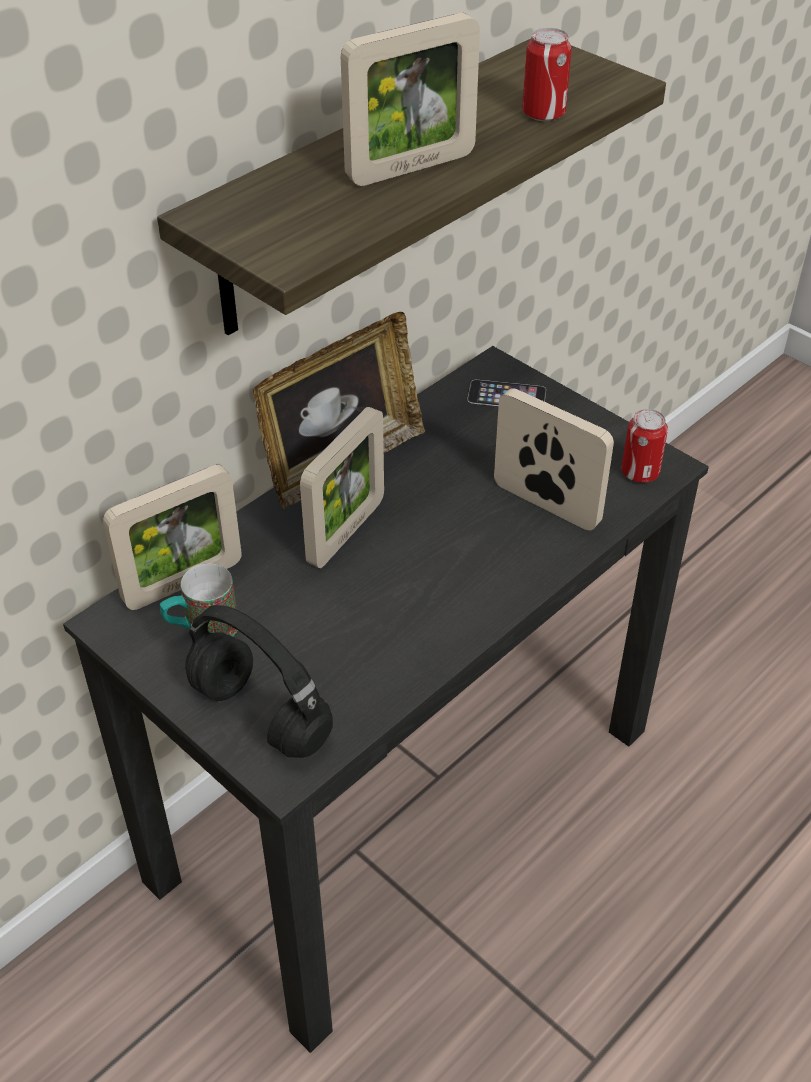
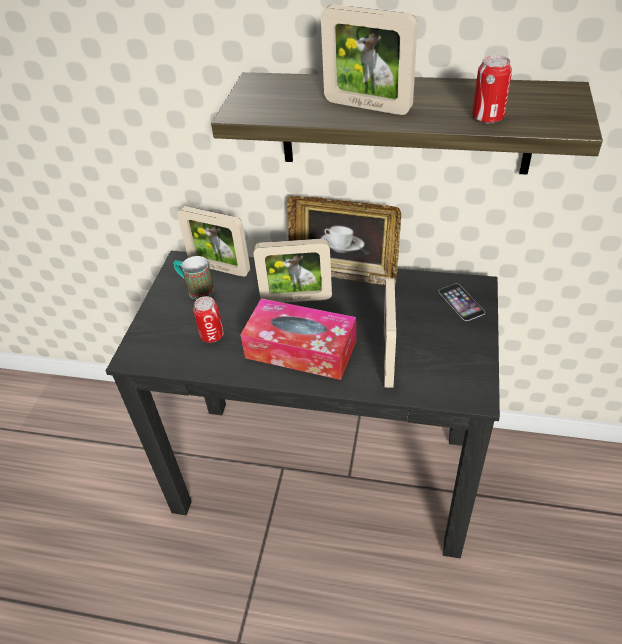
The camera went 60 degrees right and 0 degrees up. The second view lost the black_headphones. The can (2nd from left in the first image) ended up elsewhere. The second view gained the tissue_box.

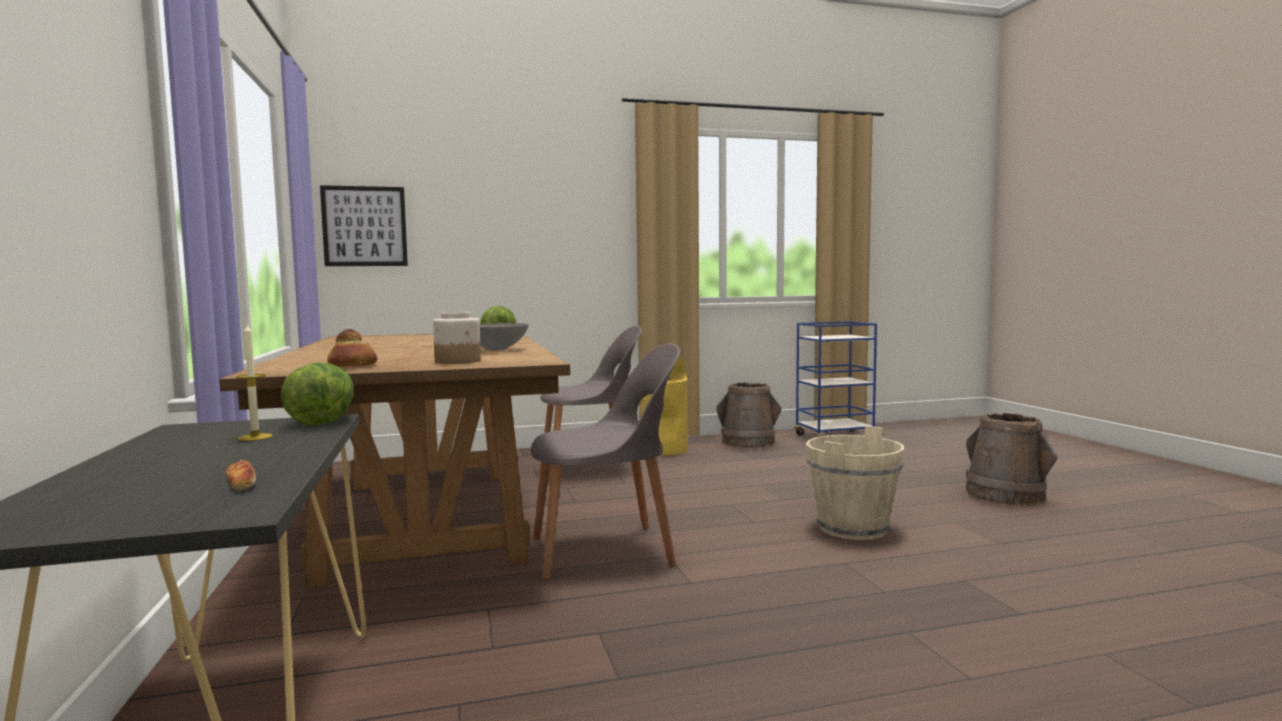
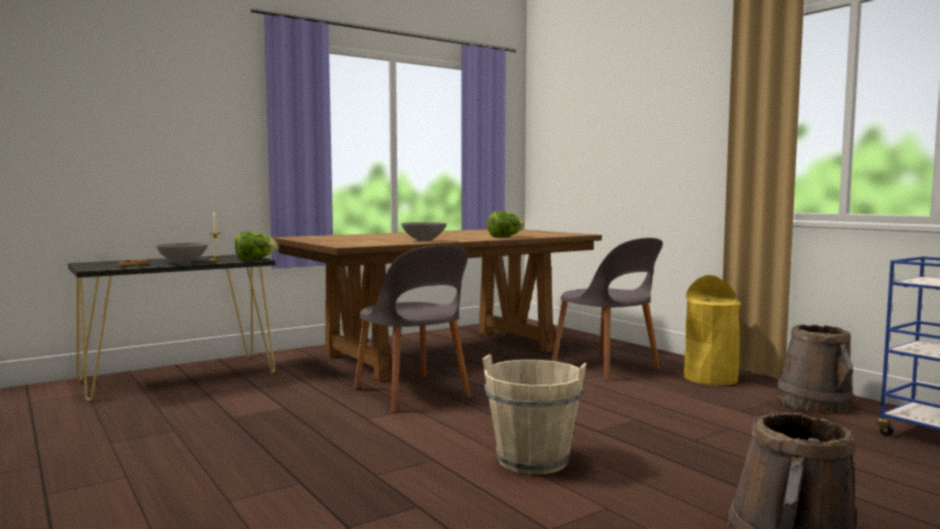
The camera went 70 degrees right and 0 degrees up. The second view lost the picture. The second view lost the bread (2nd from left). The second view lost the jar. The second view gained the grey_bowl (1st from left).

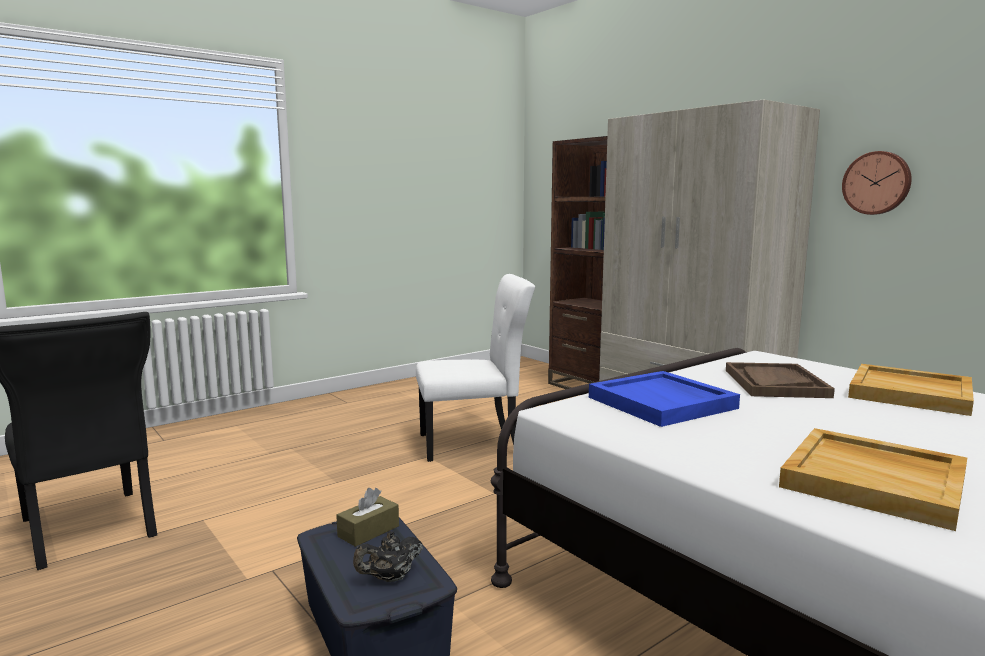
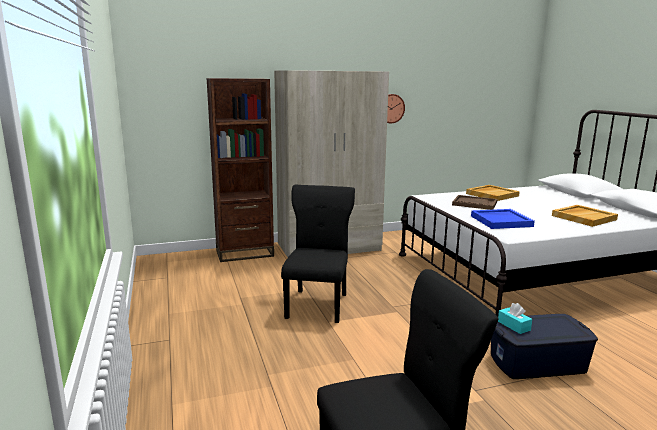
The camera went 70 degrees left and 5 degrees up. What was the brown_tissue_box turned into the turquoise_tissue_box. The second view lost the black_teapot. What was the white_chair turned into the black_chair (1st from left).

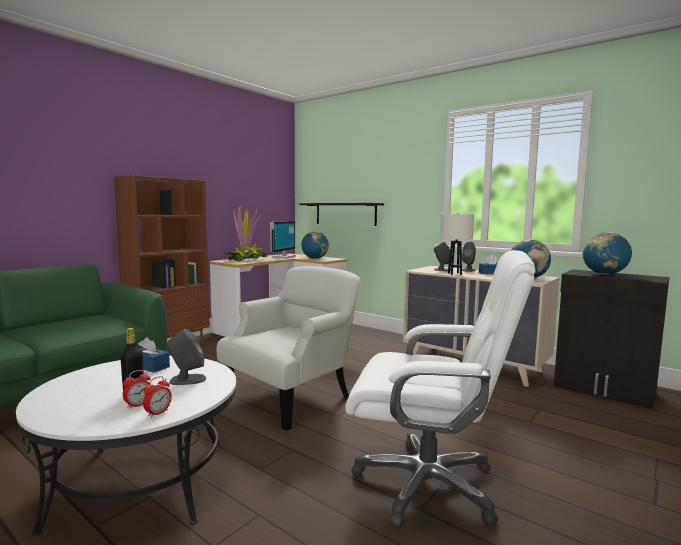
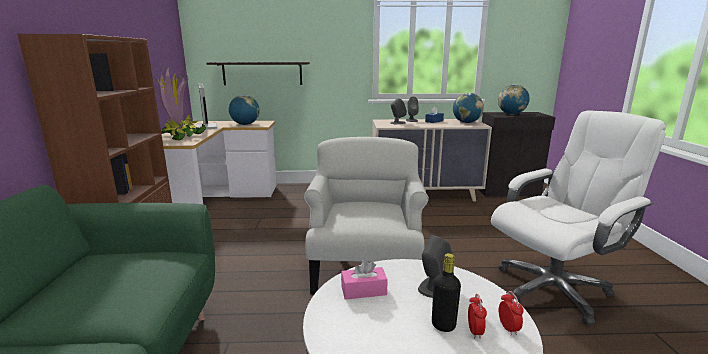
The camera went 40 degrees left and 10 degrees up. What was the blue_tissue_box (1st from left) turned into the pink_tissue_box. The second view lost the white_table_lamp.

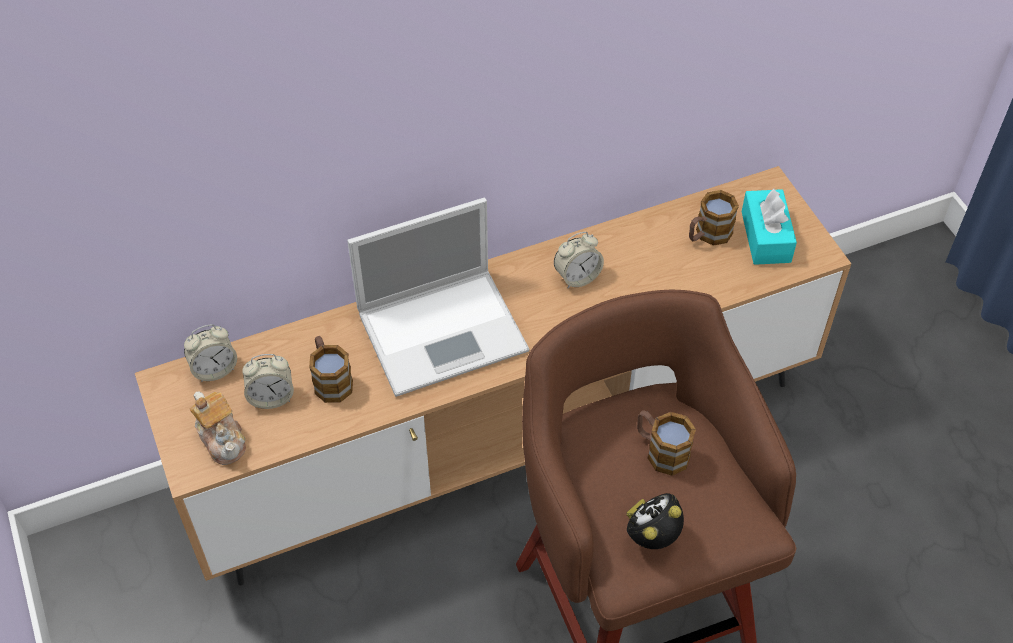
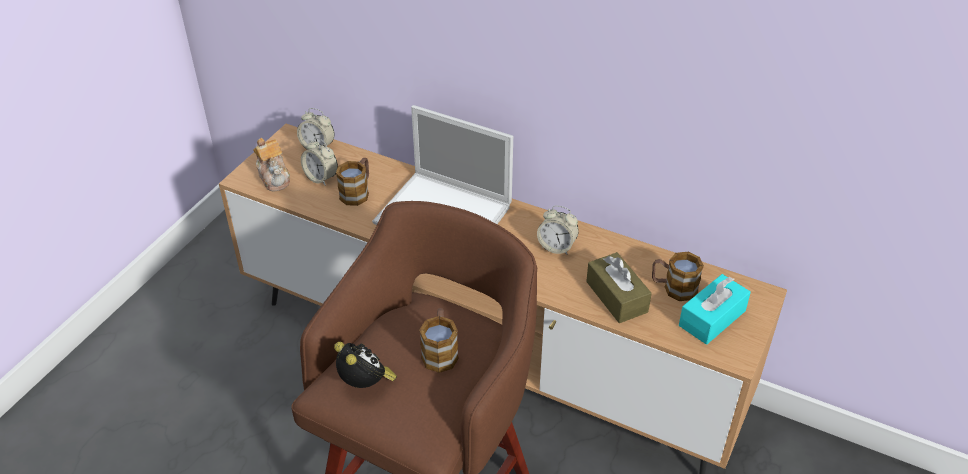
The camera went 50 degrees right and 10 degrees down. The teapot ended up facing another way, 45 degrees counterclockwise from before. The alarm_clock (4th from left in the first image) ended up facing another way, 45 degrees clockwise from before. The second view gained the brown_tissue_box.

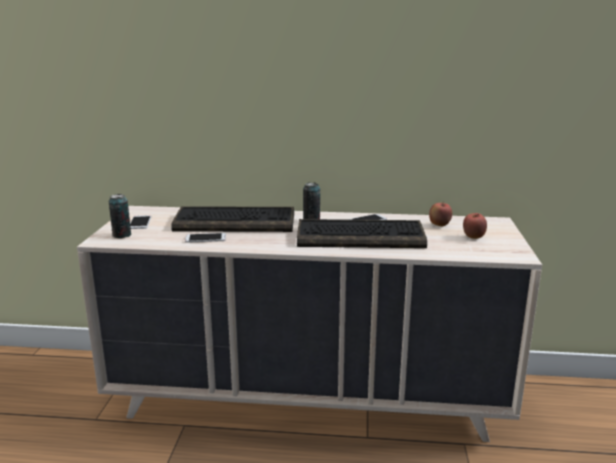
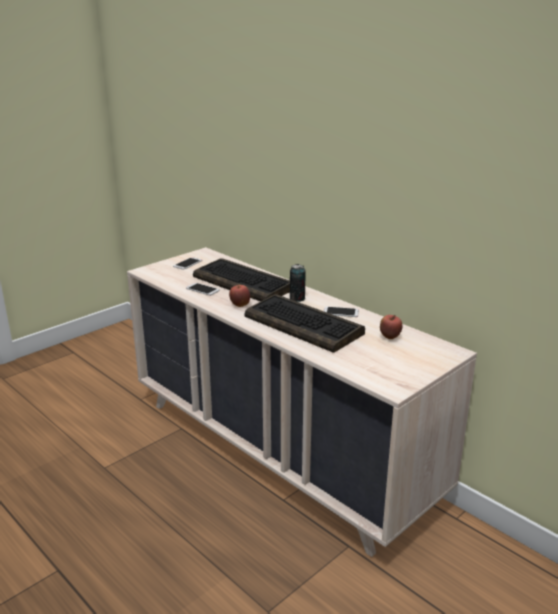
The camera went 40 degrees right and 5 degrees up. The second view lost the can (1st from left). The apple (2nd from left in the first image) ended up elsewhere.

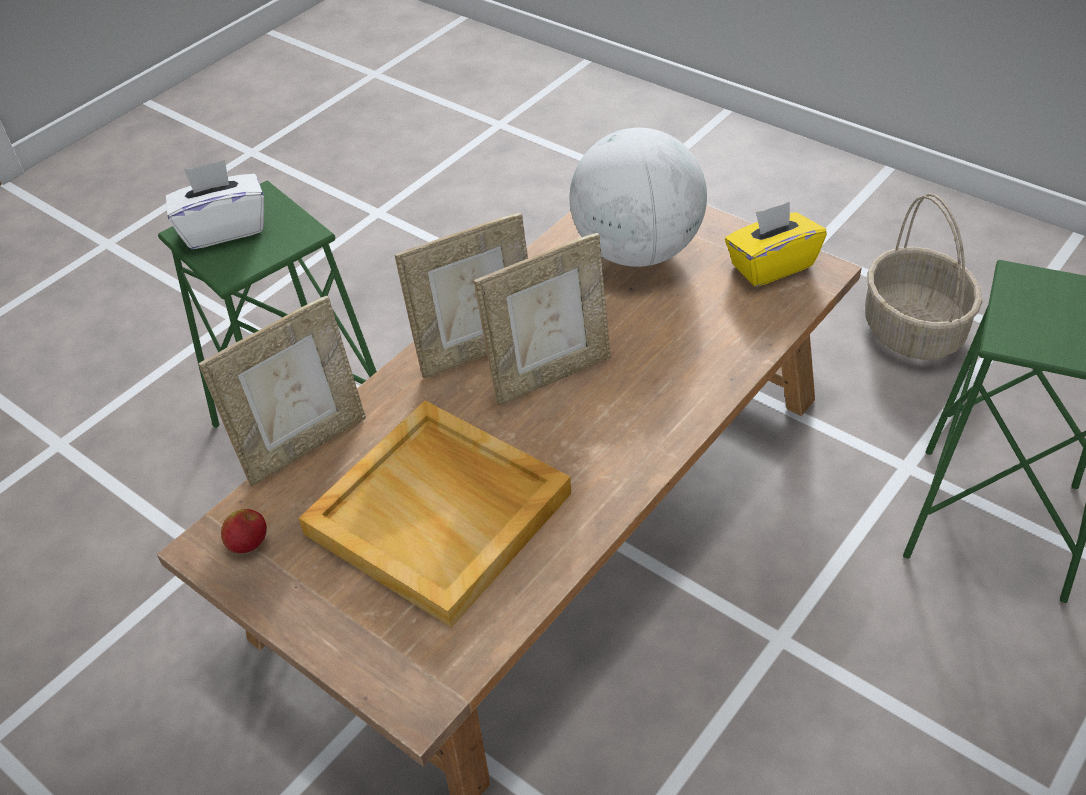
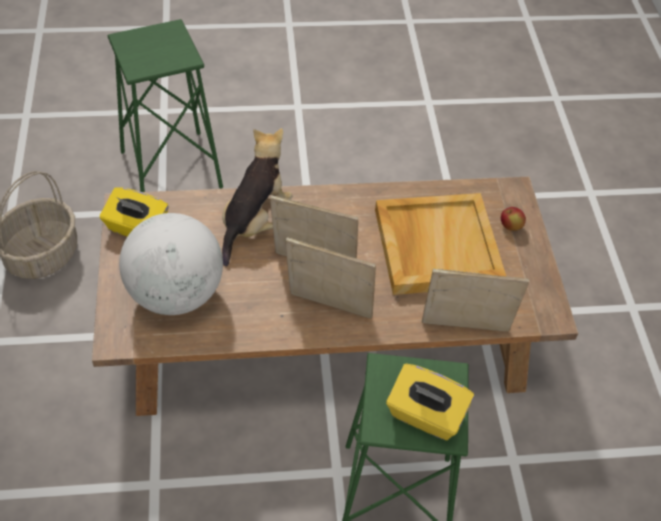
The camera went 140 degrees left and 5 degrees up. What was the white_tissue_box turned into the yellow_tissue_box (2nd from left). The apple ended up elsewhere. The second view gained the plush_toy.

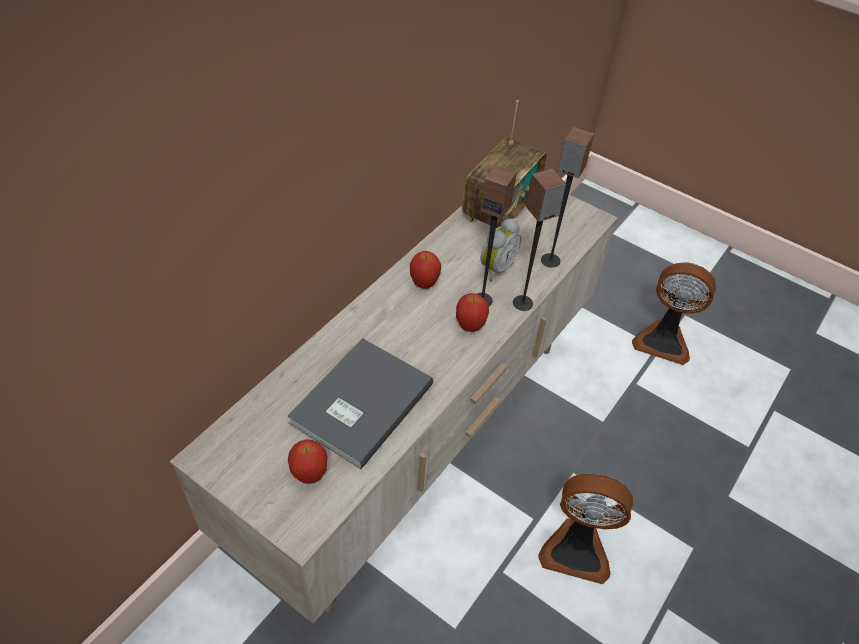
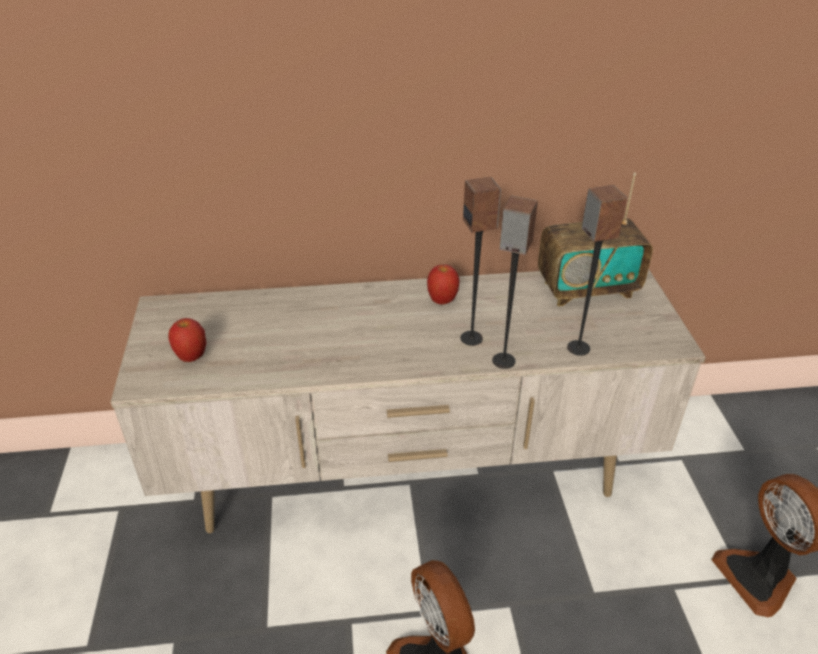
The camera went 50 degrees right and 10 degrees down. The second view lost the grey_book. The second view lost the apple (3rd from left). The second view lost the alarm_clock.

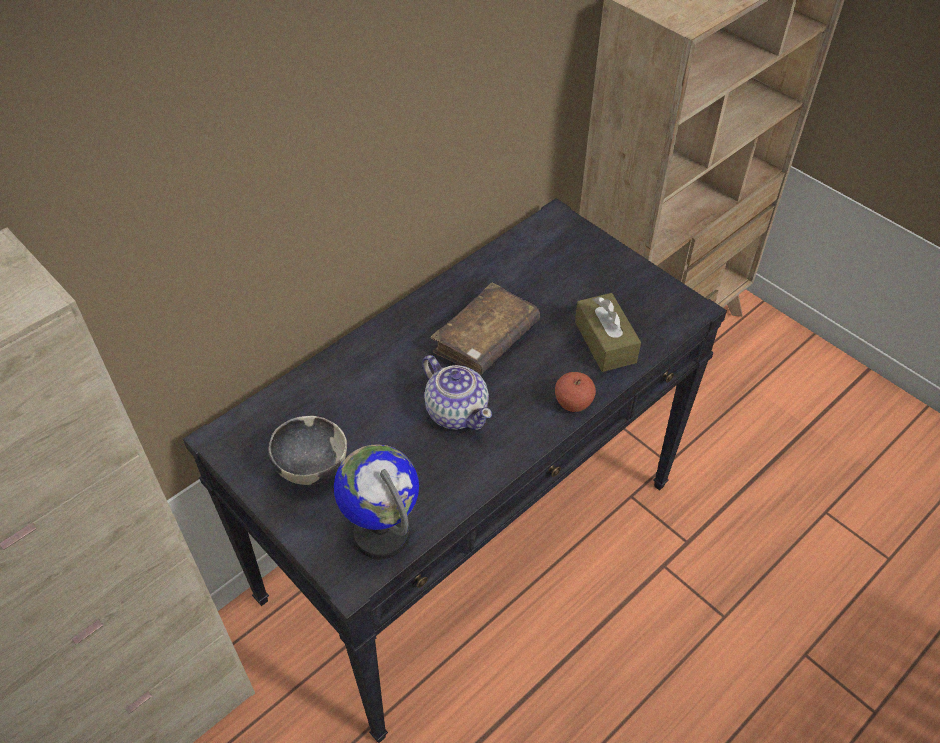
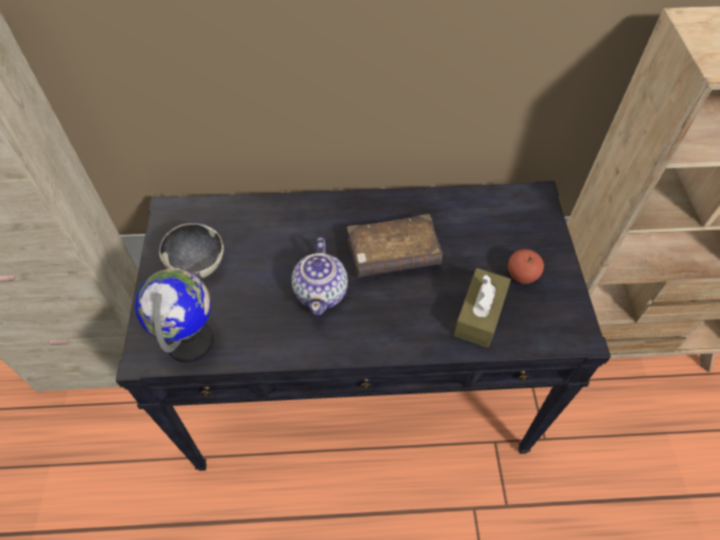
The camera went 40 degrees right and 5 degrees up. The apple ended up elsewhere.

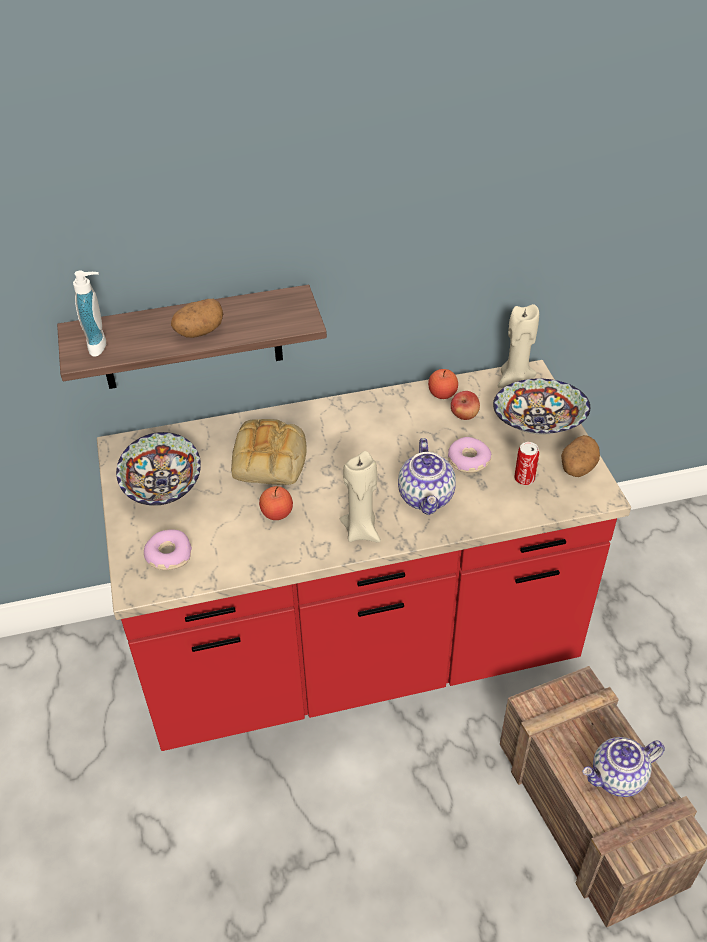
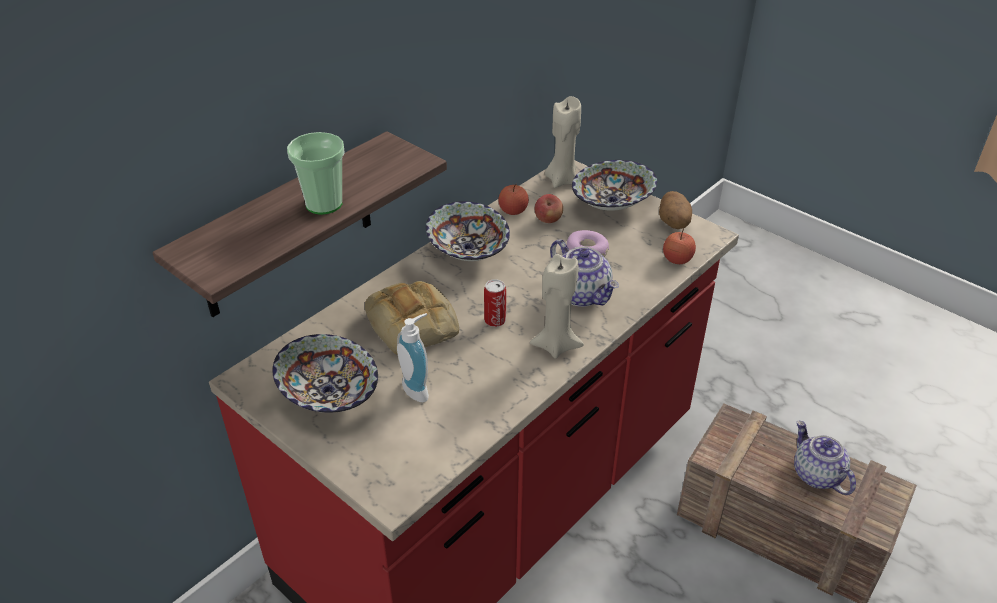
The camera went 35 degrees left and 5 degrees down. The soap_dispenser ended up elsewhere. The second view lost the donut (1st from left). Where the potato (1st from left) stood, the cup came to stand. The apple (1st from left in the first image) ended up elsewhere. The can ended up elsewhere. The teapot (2nd from left) ended up facing another way, 120 degrees clockwise from before. The second view gained the bowl (2nd from left).

